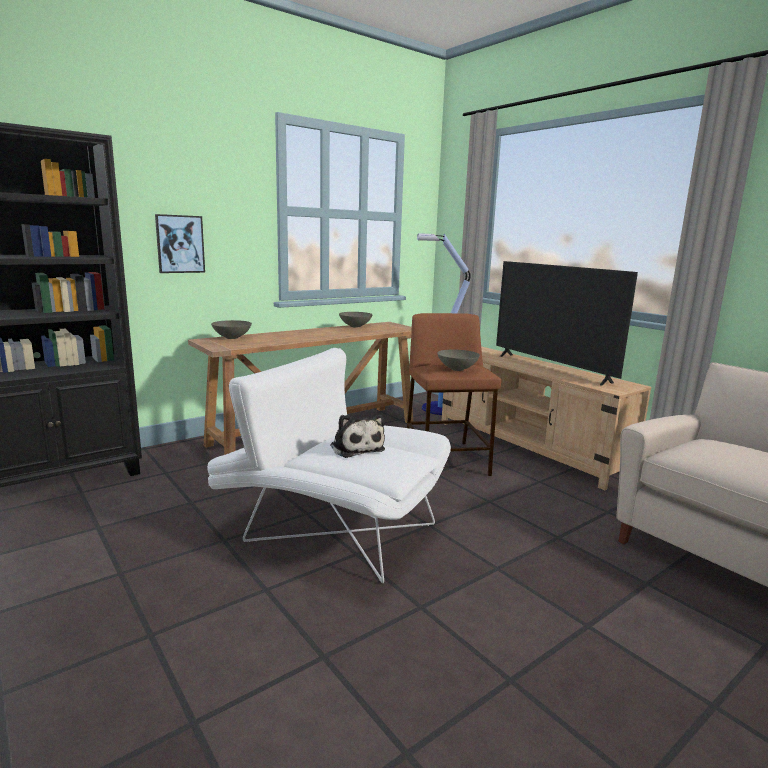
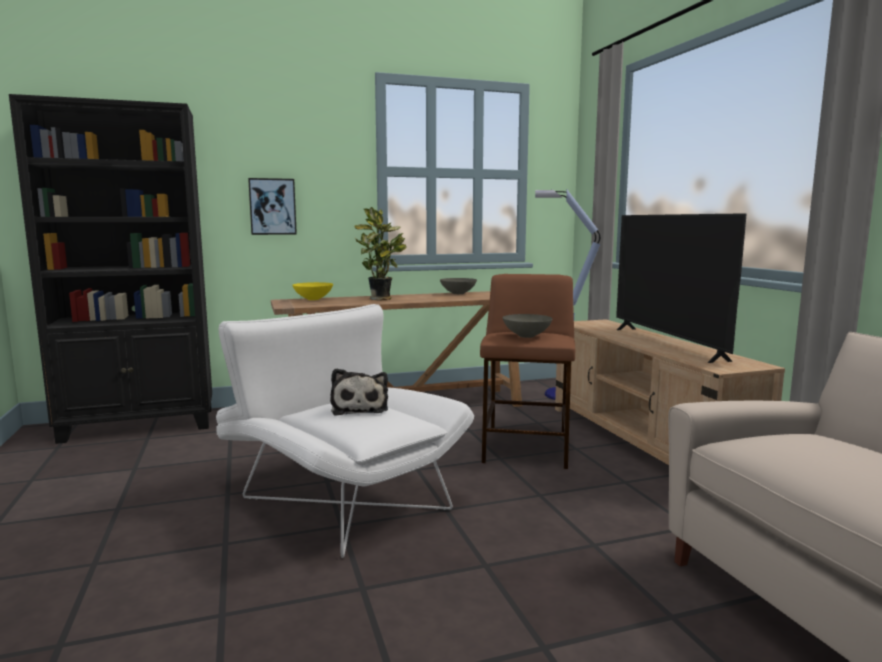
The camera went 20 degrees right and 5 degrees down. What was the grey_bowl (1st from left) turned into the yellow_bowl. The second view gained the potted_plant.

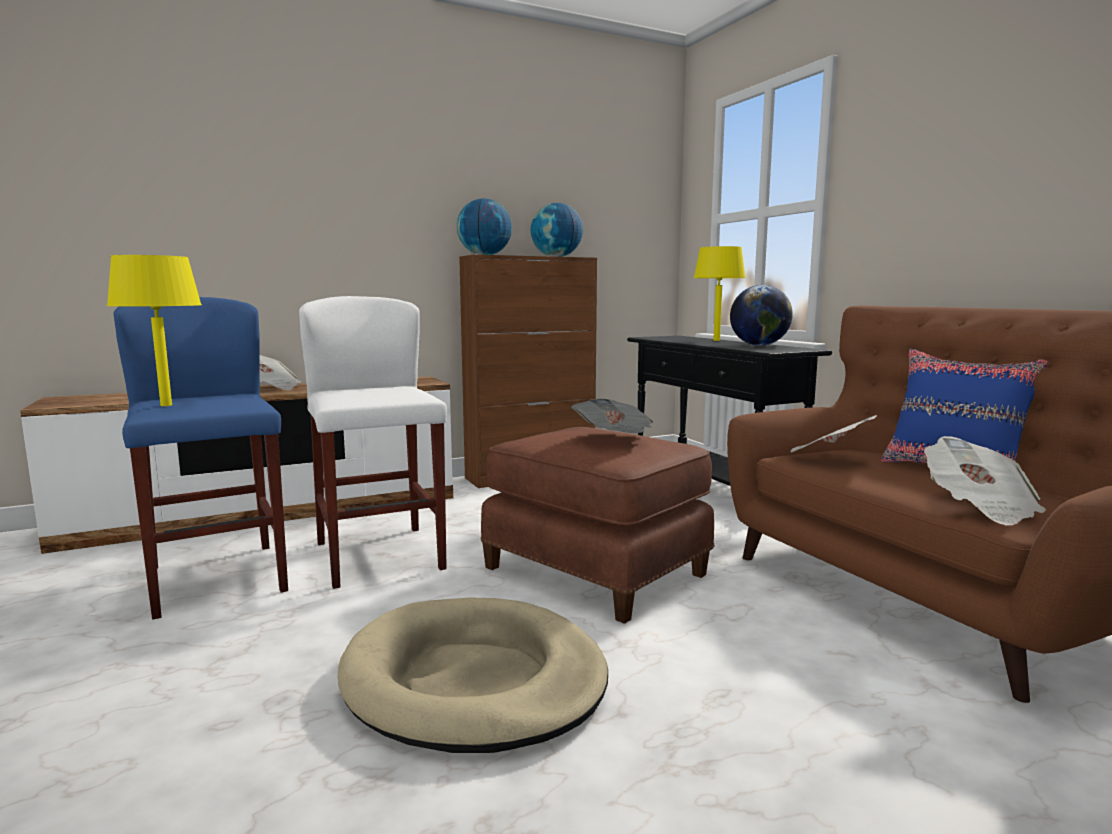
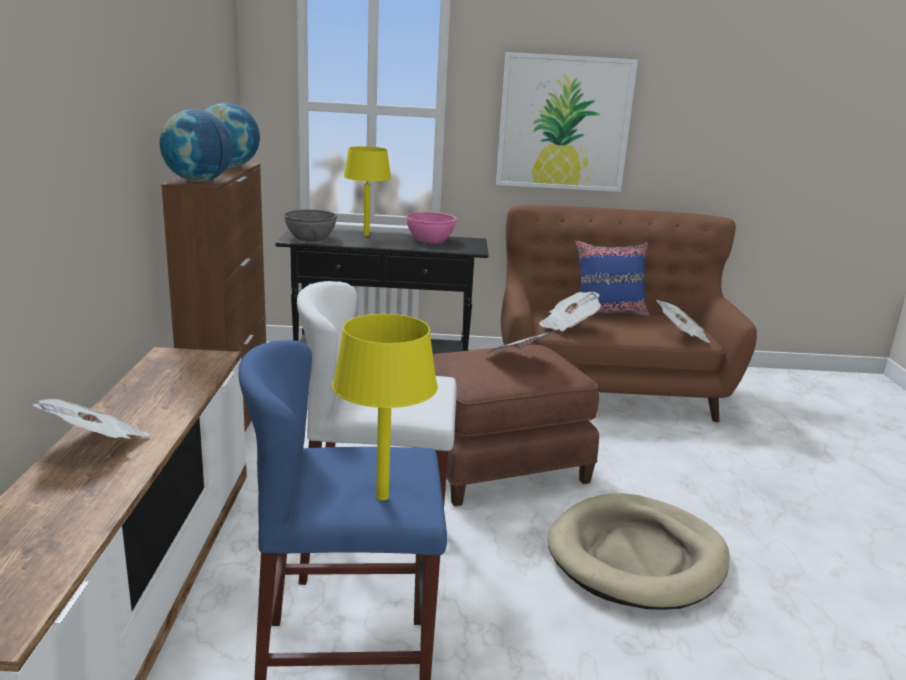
The camera went 65 degrees left and 10 degrees up. Where the globe (3rd from left) stood, the pink_bowl came to stand. The second view gained the grey_bowl. The second view gained the picture.

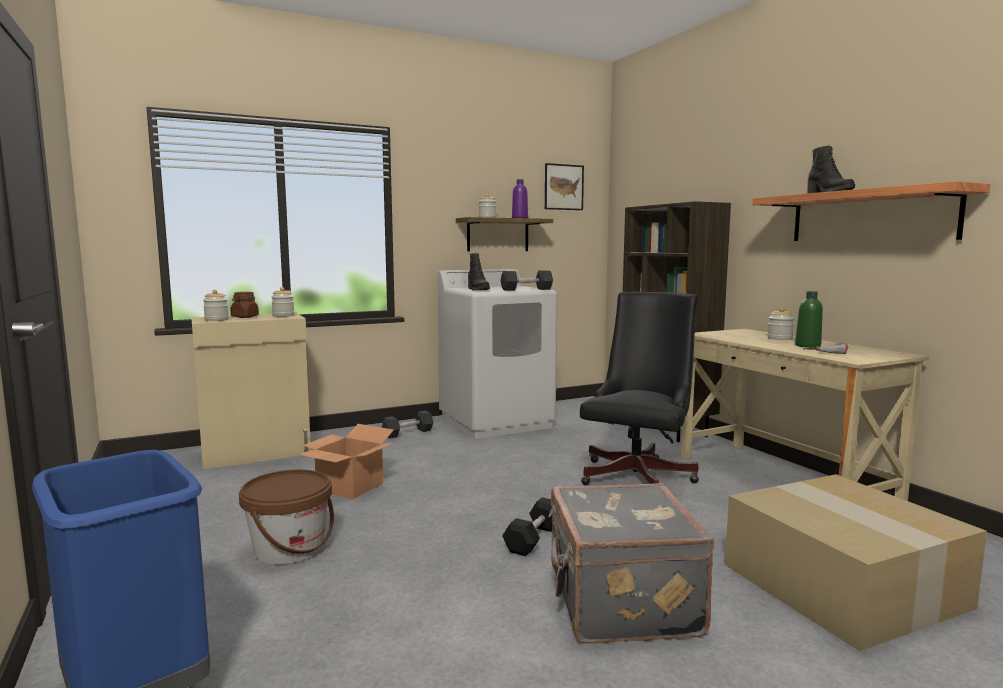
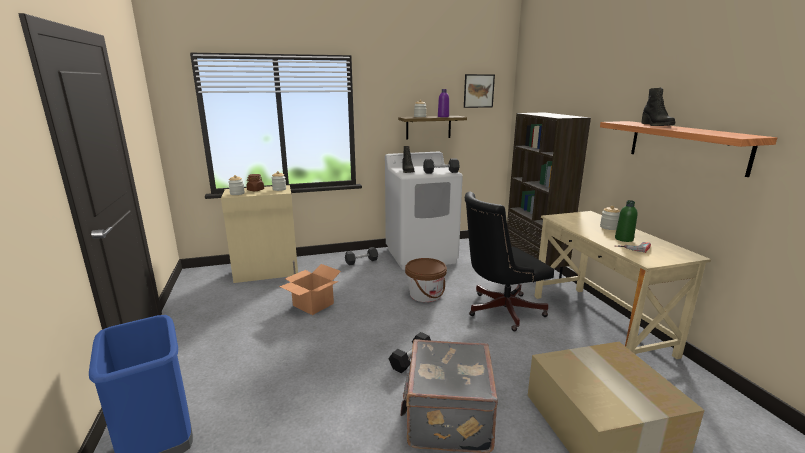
The camera went 10 degrees right and 10 degrees up. The brown_bucket ended up elsewhere. The black_office_chair ended up facing another way, 150 degrees counterclockwise from before.

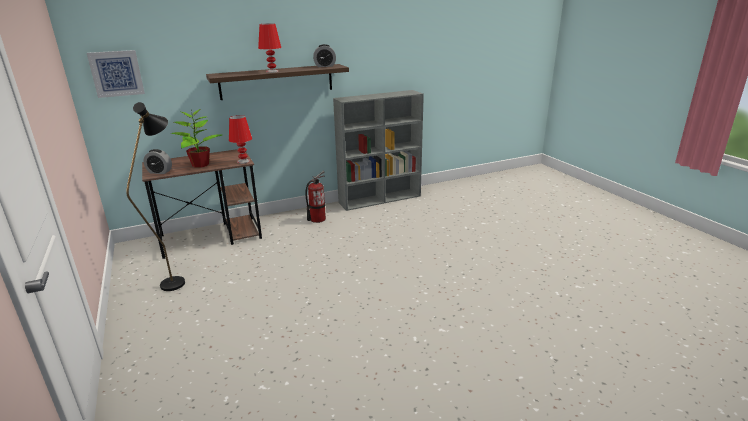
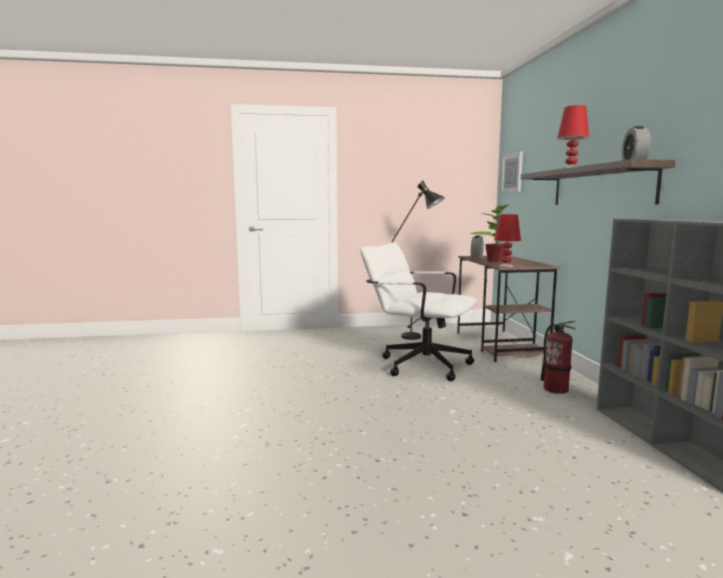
The camera went 105 degrees right and 15 degrees down. The second view gained the white_office_chair.

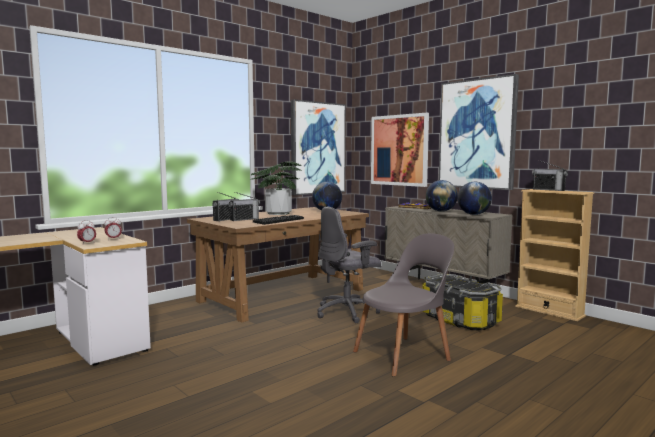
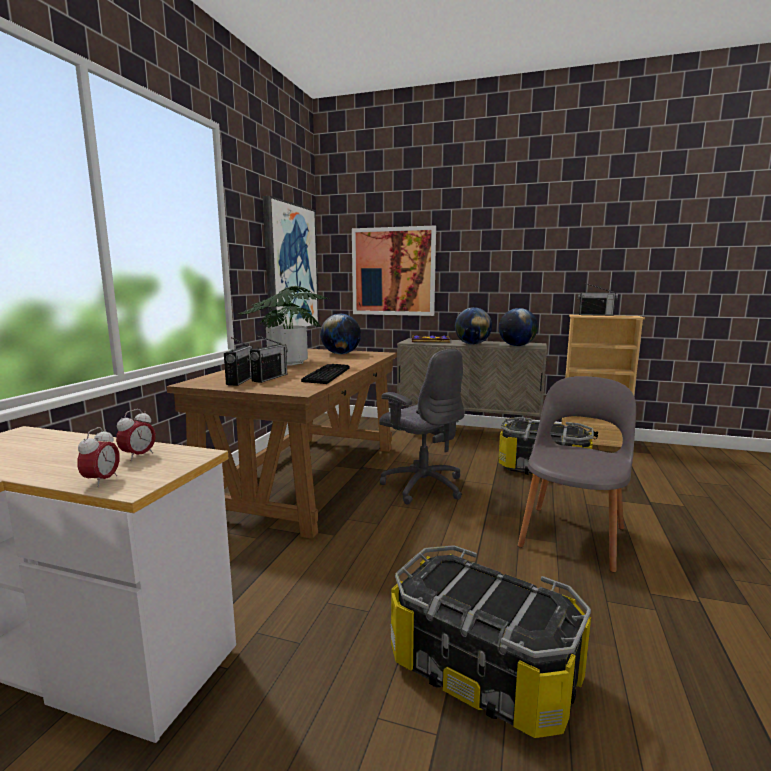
The camera went 30 degrees left and 5 degrees up. The grey_office_chair ended up facing another way, 75 degrees counterclockwise from before. The second view lost the picture (3rd from left). The second view gained the storage_box (1st from left).

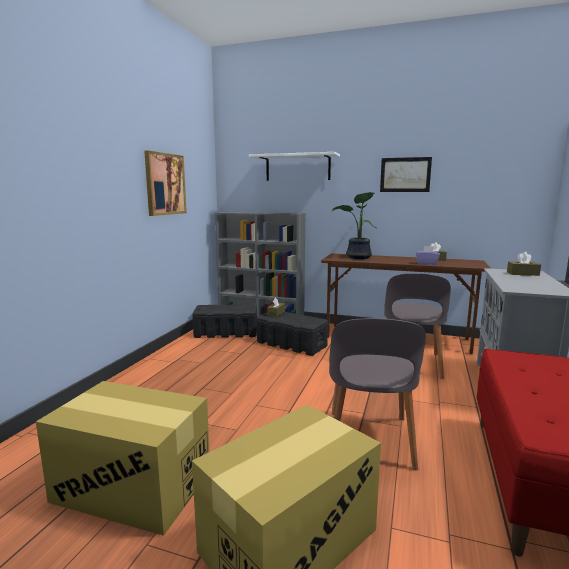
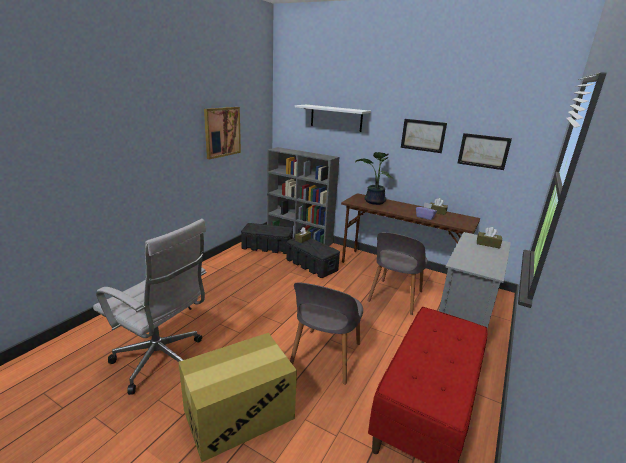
The camera went 10 degrees right and 10 degrees up. Where the cardboard_box (1st from left) stood, the white_office_chair came to stand. The second view gained the picture (3rd from left).

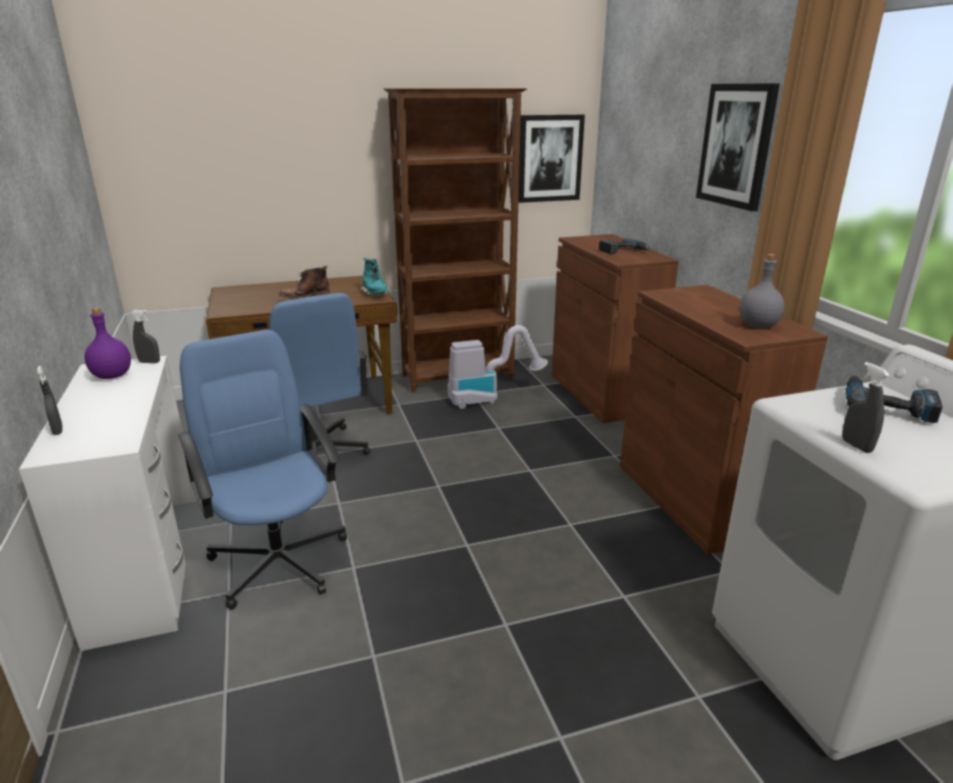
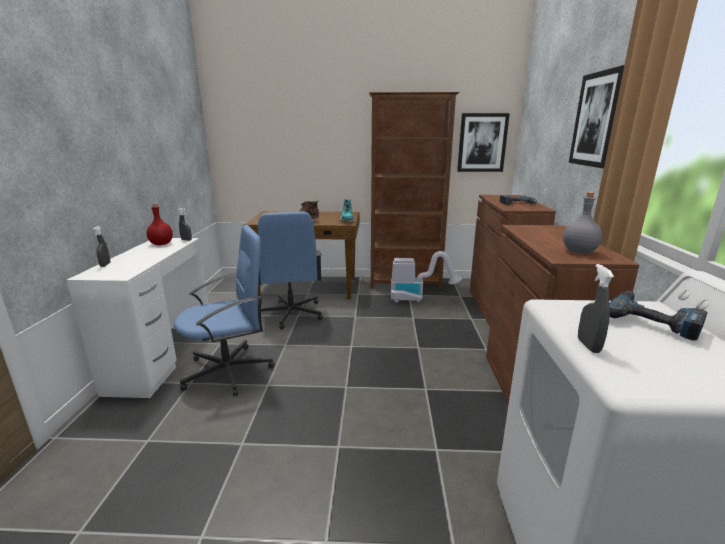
The camera went 20 degrees right and 5 degrees down. What was the purple_bottle turned into the red_bottle. The blue_office_chair (1st from left) ended up facing another way, 75 degrees clockwise from before.

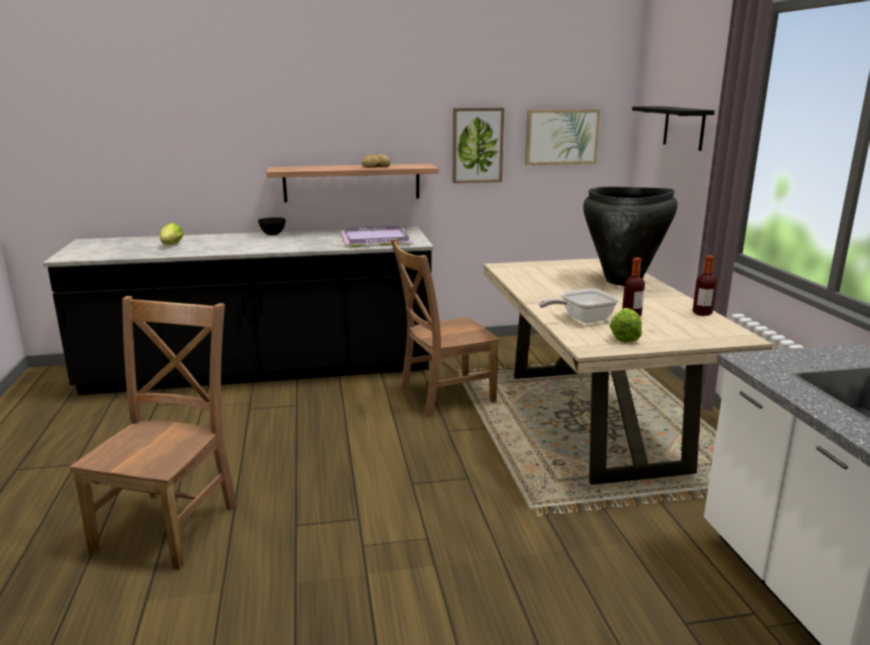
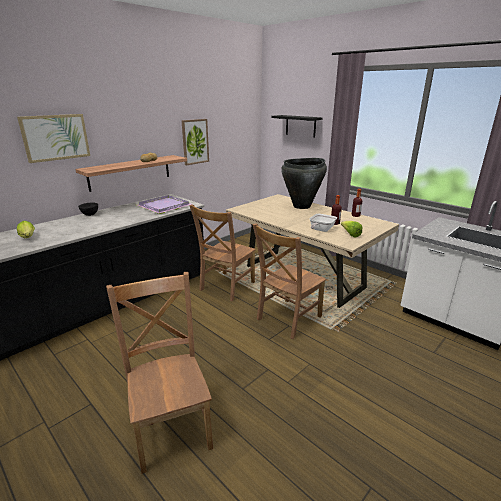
The camera went 35 degrees left and 5 degrees up. The picture (2nd from left in the first image) ended up elsewhere. The second view gained the brown_chair (3rd from left).

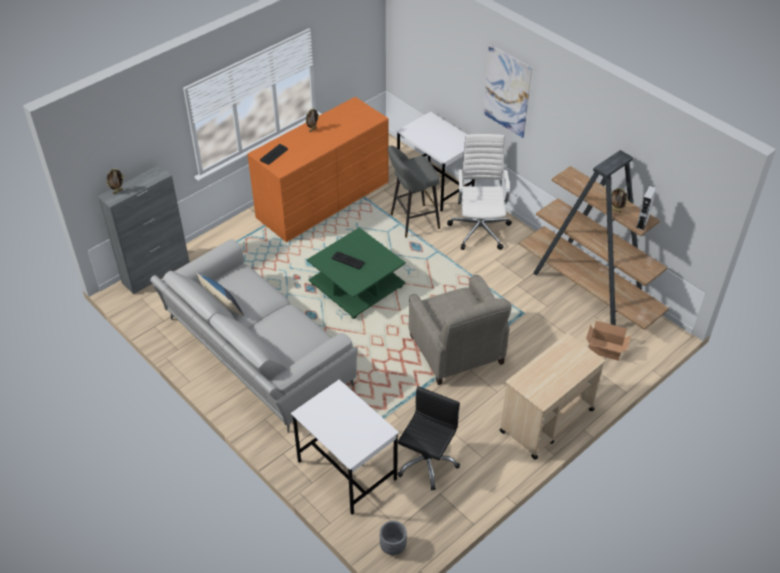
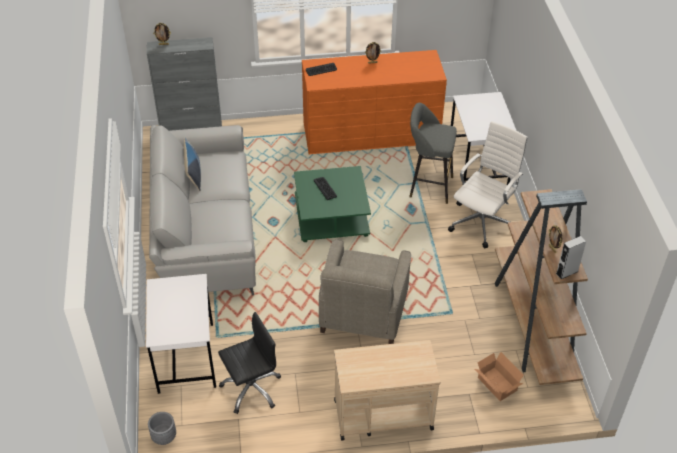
The camera went 35 degrees right and 0 degrees up. The second view lost the picture.

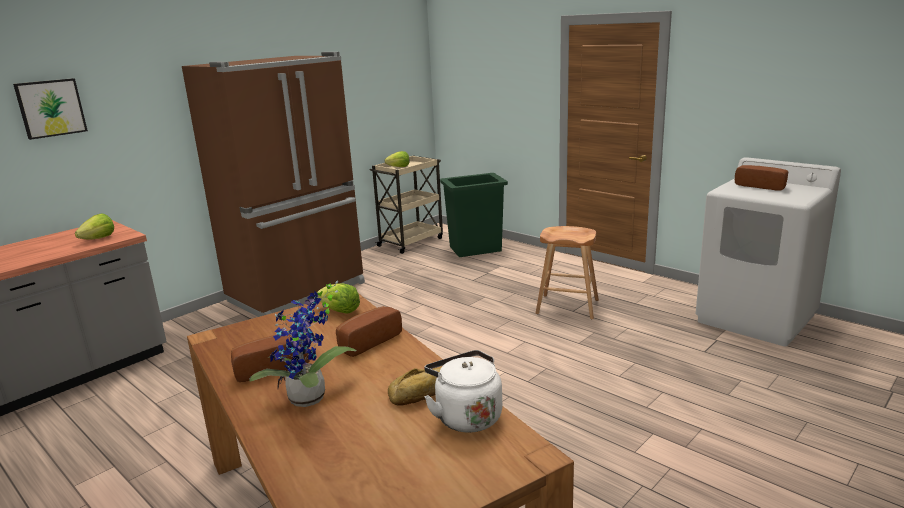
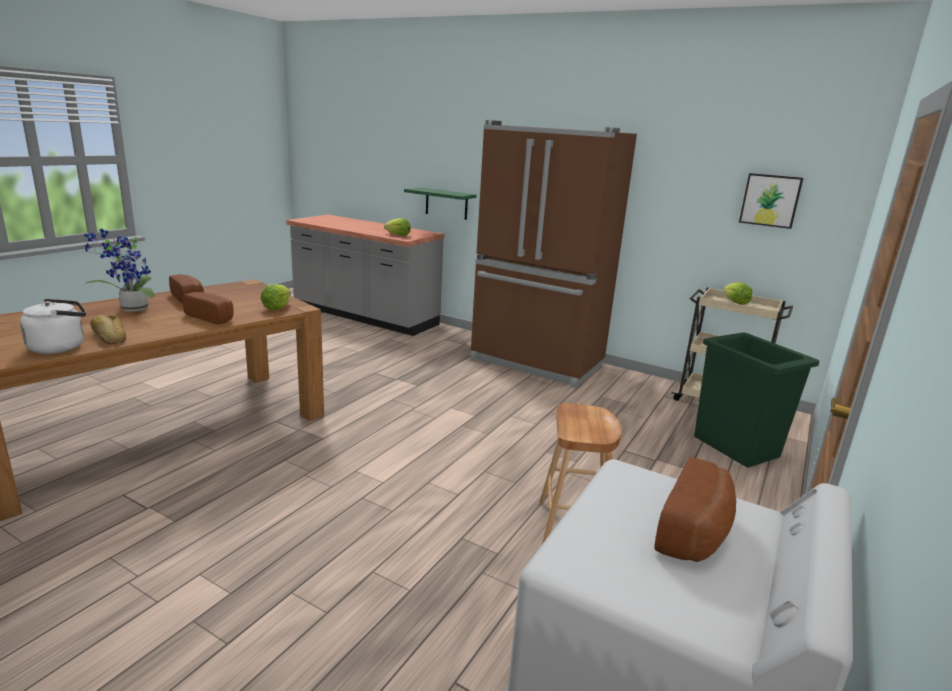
The camera went 75 degrees right and 0 degrees up. The picture ended up elsewhere. The second view gained the green_shelf.

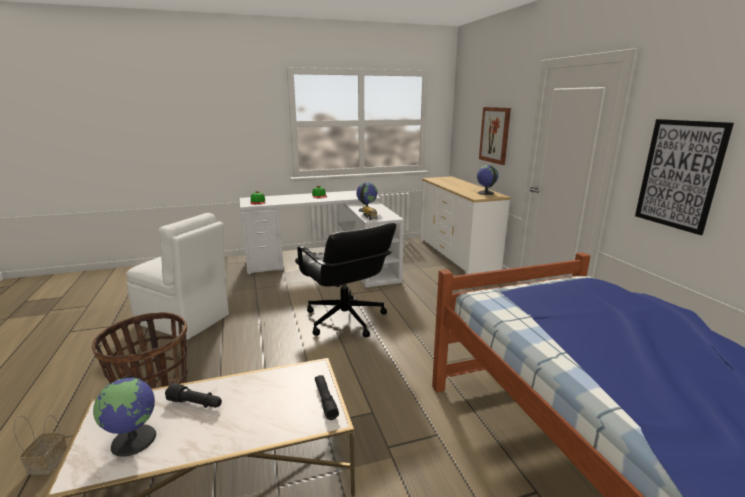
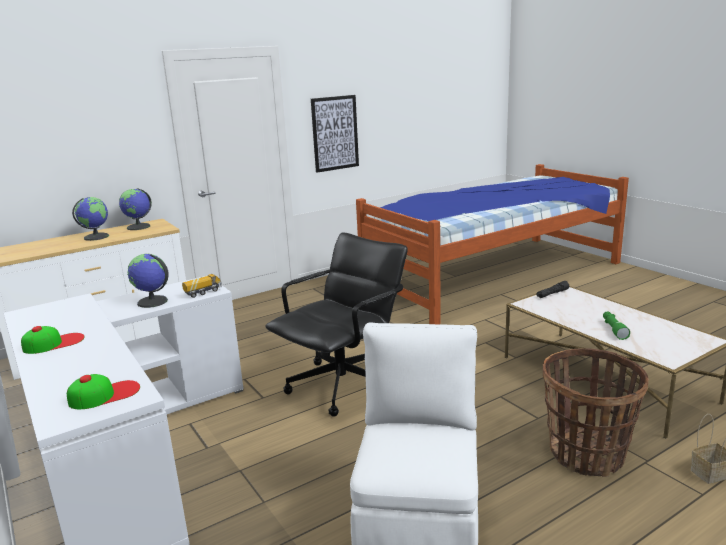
The camera went 105 degrees left and 0 degrees up. The globe (1st from left) ended up elsewhere. What was the black_flashlight (1st from left) turned into the green_flashlight. The second view lost the picture (1st from left).

